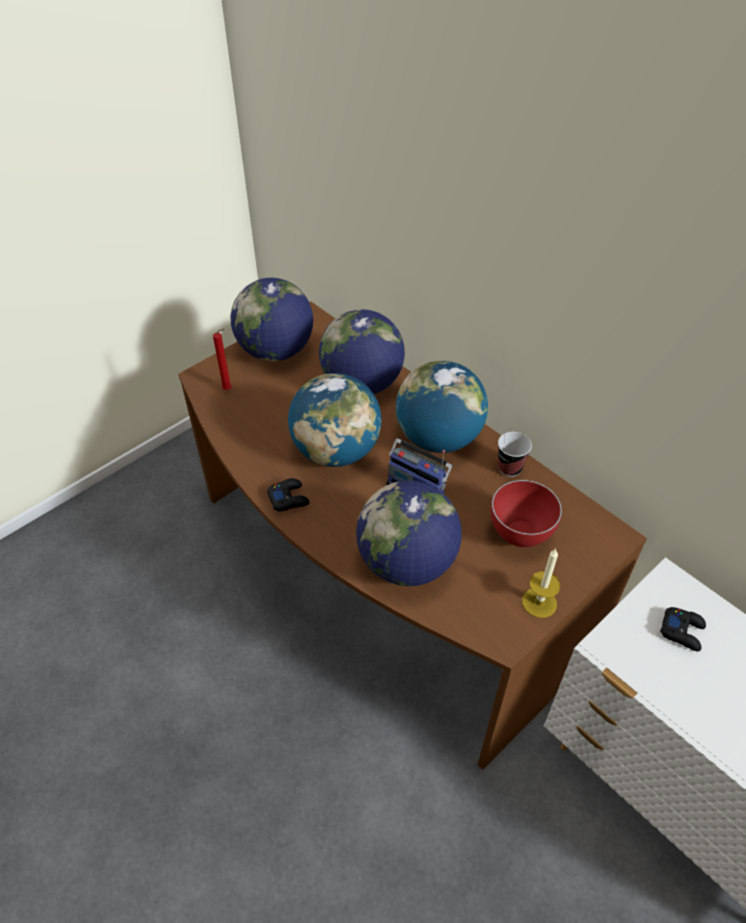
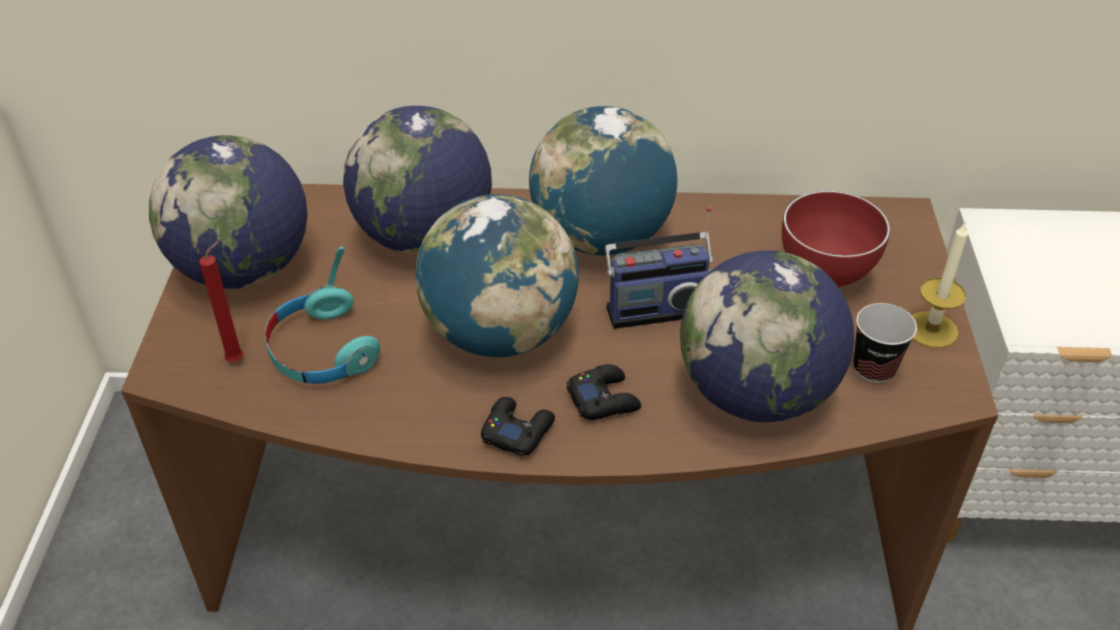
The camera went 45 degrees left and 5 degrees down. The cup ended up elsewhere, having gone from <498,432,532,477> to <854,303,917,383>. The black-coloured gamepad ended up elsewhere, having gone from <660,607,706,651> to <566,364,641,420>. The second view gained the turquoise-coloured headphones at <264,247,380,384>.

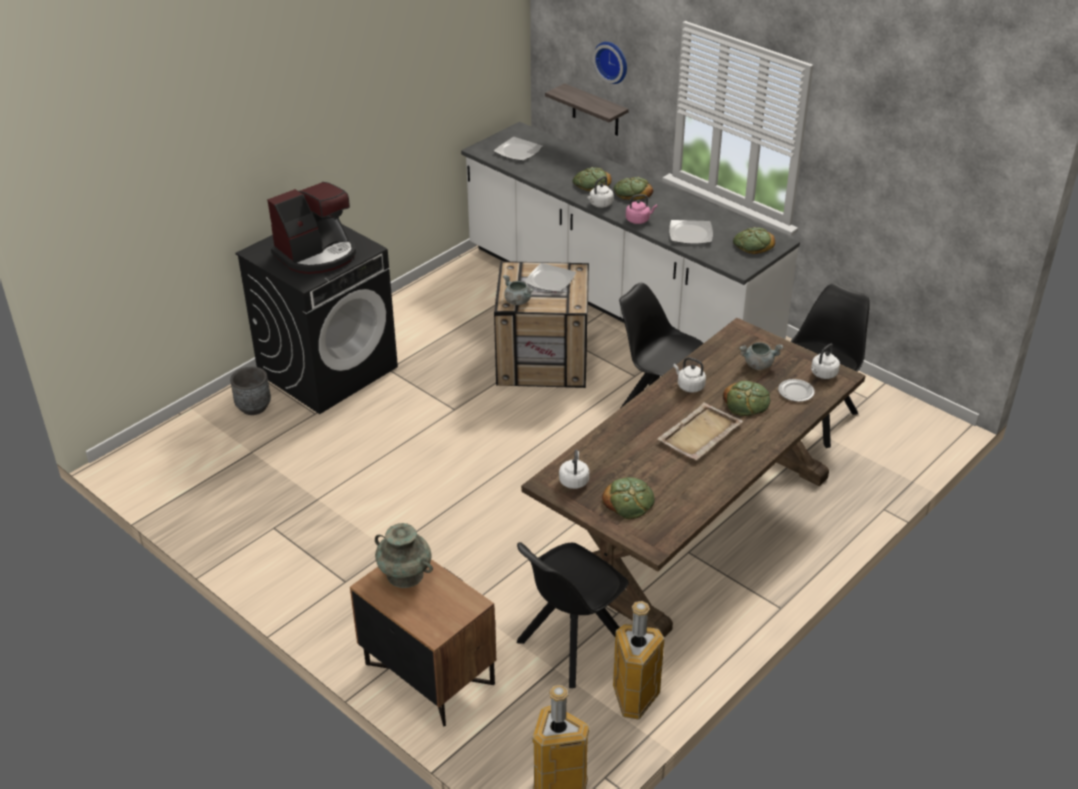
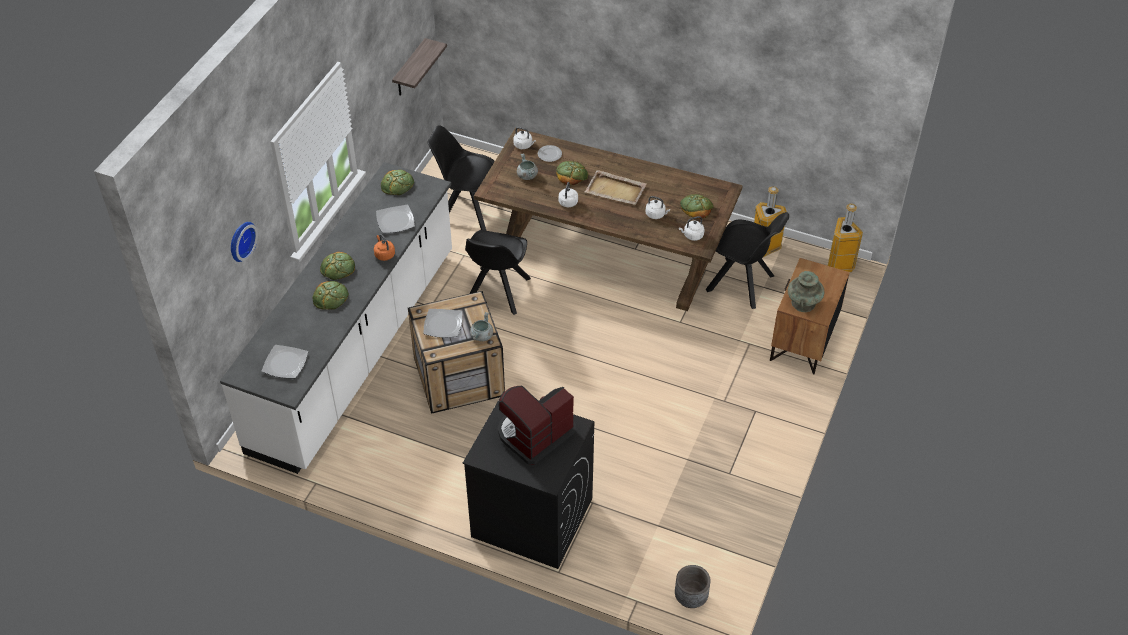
The camera went 110 degrees left and 10 degrees up. The greyish flower pot ended up elsewhere, having gone from <230,367,271,415> to <675,565,711,608>. The coffee maker at <267,182,356,274> ended up facing another way, 75 degrees counterclockwise from before. The wall shelf ended up elsewhere, having gone from <545,83,629,136> to <392,38,447,96>. The white-coloured kettle ended up elsewhere, having gone from <587,176,613,208> to <646,196,670,219>. What was the pink kettle at <626,194,657,224> turned into the orangey kettle at <374,234,395,261>.

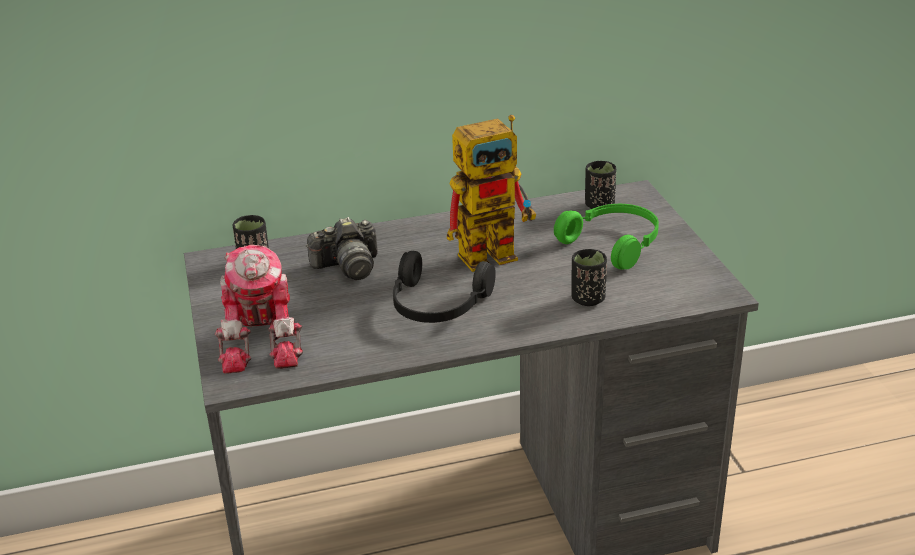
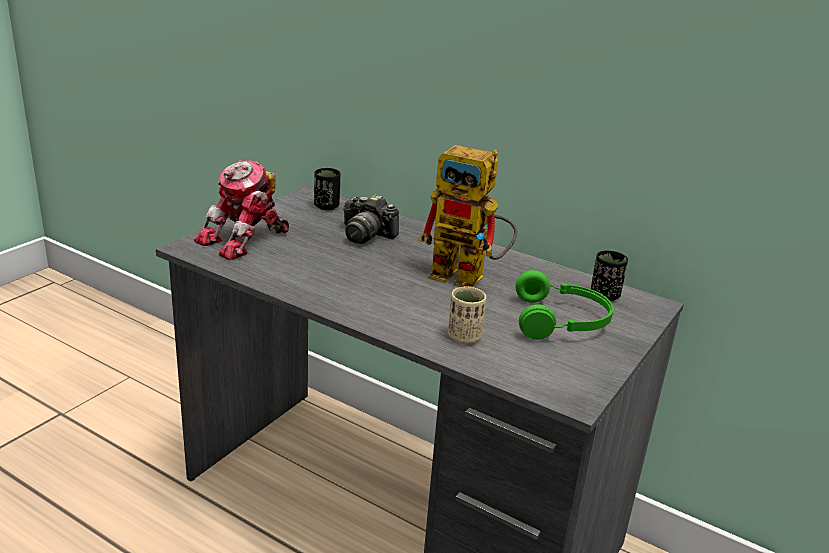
The camera went 45 degrees right and 5 degrees down. The second view lost the black-coloured headphones at <393,251,496,323>. What was the black-coloured cup at <571,249,607,306> turned into the beige-coloured cup at <448,286,486,344>.

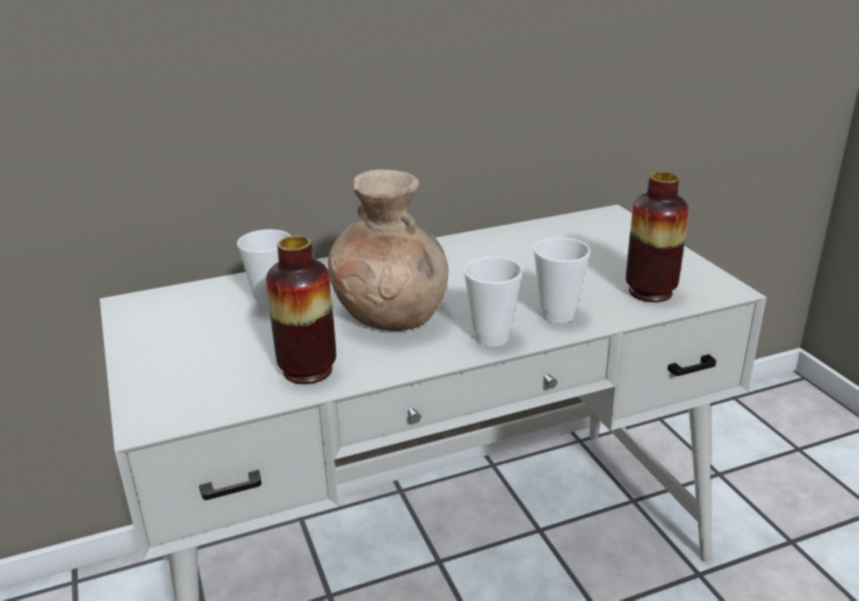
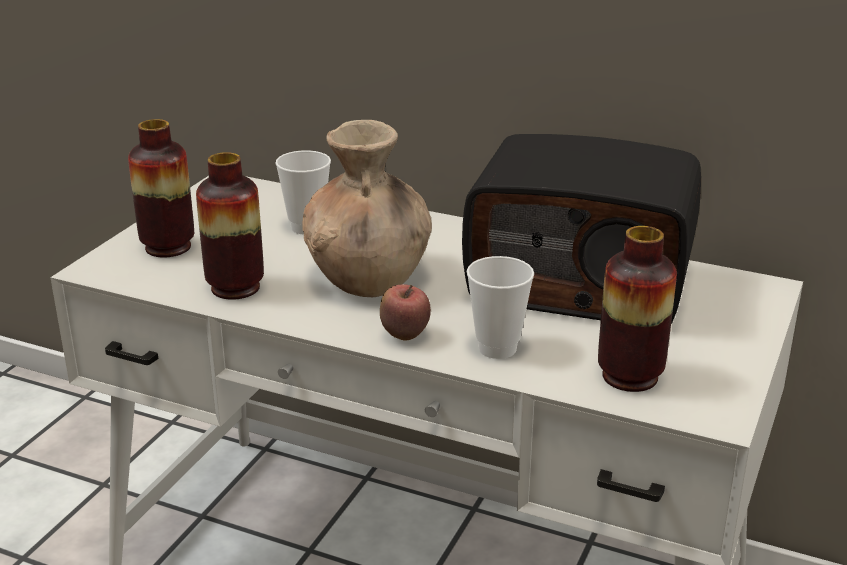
The camera went 45 degrees right and 0 degrees up. Where the cup stood at <463,257,523,346>, the apple fruit came to stand at <380,285,431,340>. The second view gained the flower vase at <128,119,194,257>. The second view gained the radio at <462,134,701,324>.

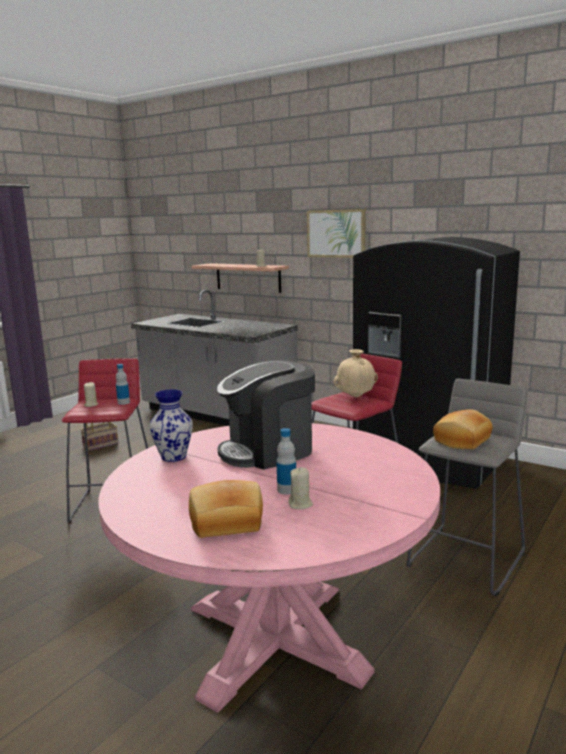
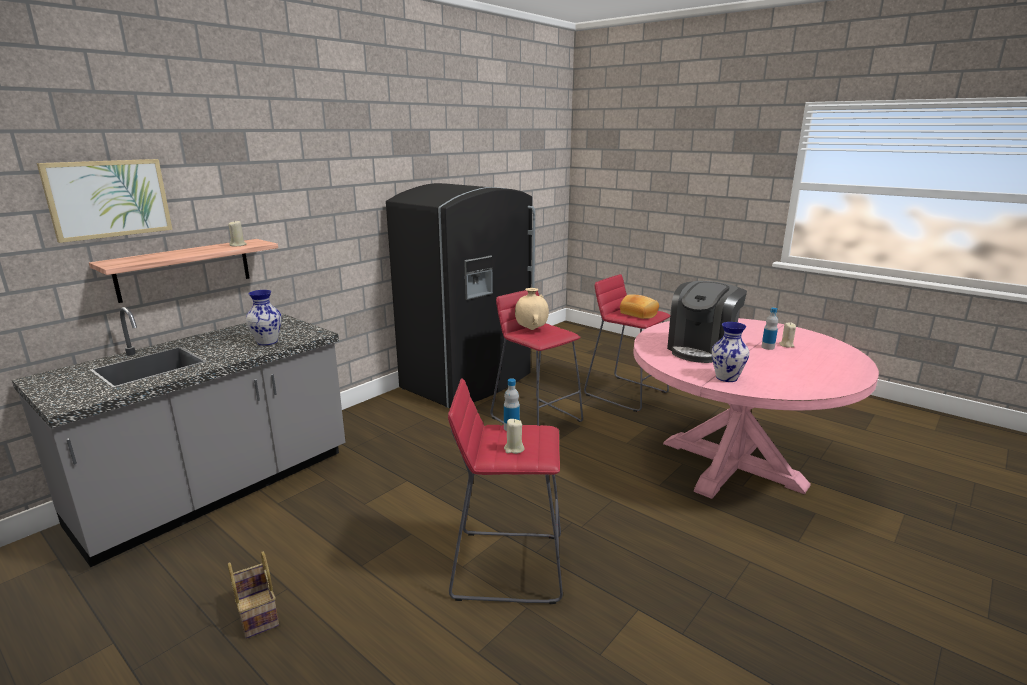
The camera went 85 degrees left and 5 degrees up. The second view lost the bakery bread at <189,480,263,538>. The coffee maker at <217,360,315,469> ended up facing another way, 60 degrees clockwise from before. The picture ended up elsewhere, having gone from <307,209,366,258> to <37,159,173,243>. What was the greyish stool at <407,379,528,596> turned into the red stool at <584,274,670,412>. The second view gained the flower vase at <246,290,282,345>.

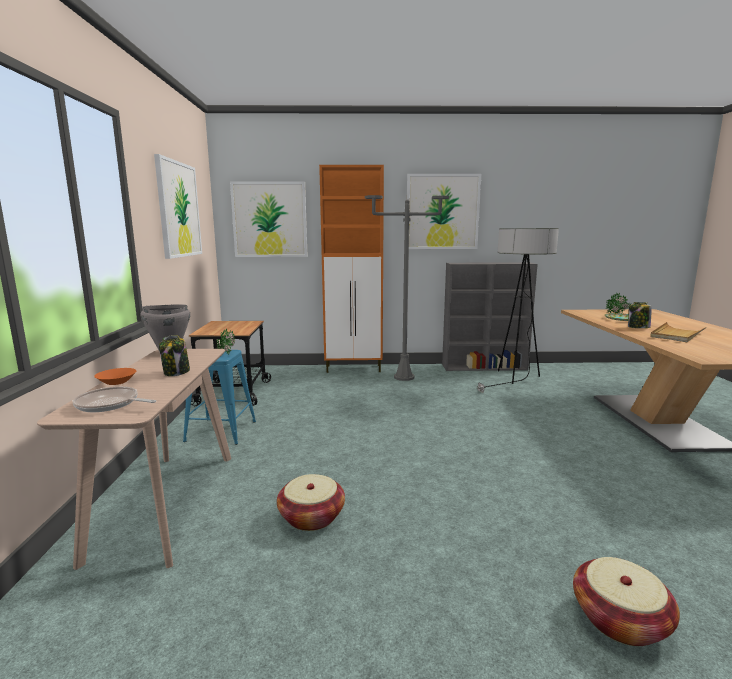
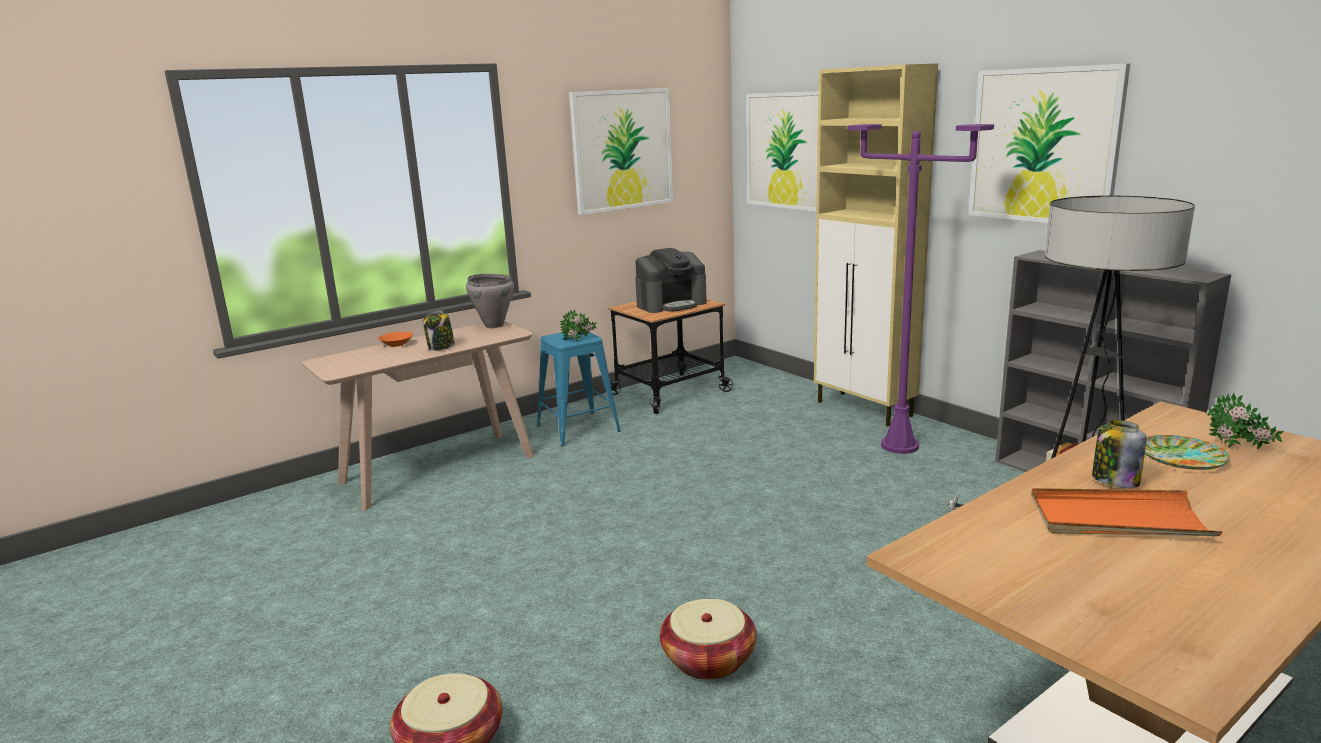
The camera went 55 degrees right and 5 degrees up. The second view lost the pan at <73,386,156,412>. The storage basket ended up elsewhere, having gone from <277,474,345,531> to <660,599,757,680>. What was the orangey cabinet at <319,165,384,373> turned into the beige-coloured cabinet at <814,64,938,426>. What was the greyish standing lamp at <365,195,449,381> turned into the purple standing lamp at <847,124,994,454>. What was the beige-coloured tray at <650,322,706,342> turned into the orangey tray at <1031,488,1223,536>. The second view gained the coffee maker at <635,248,707,313>.

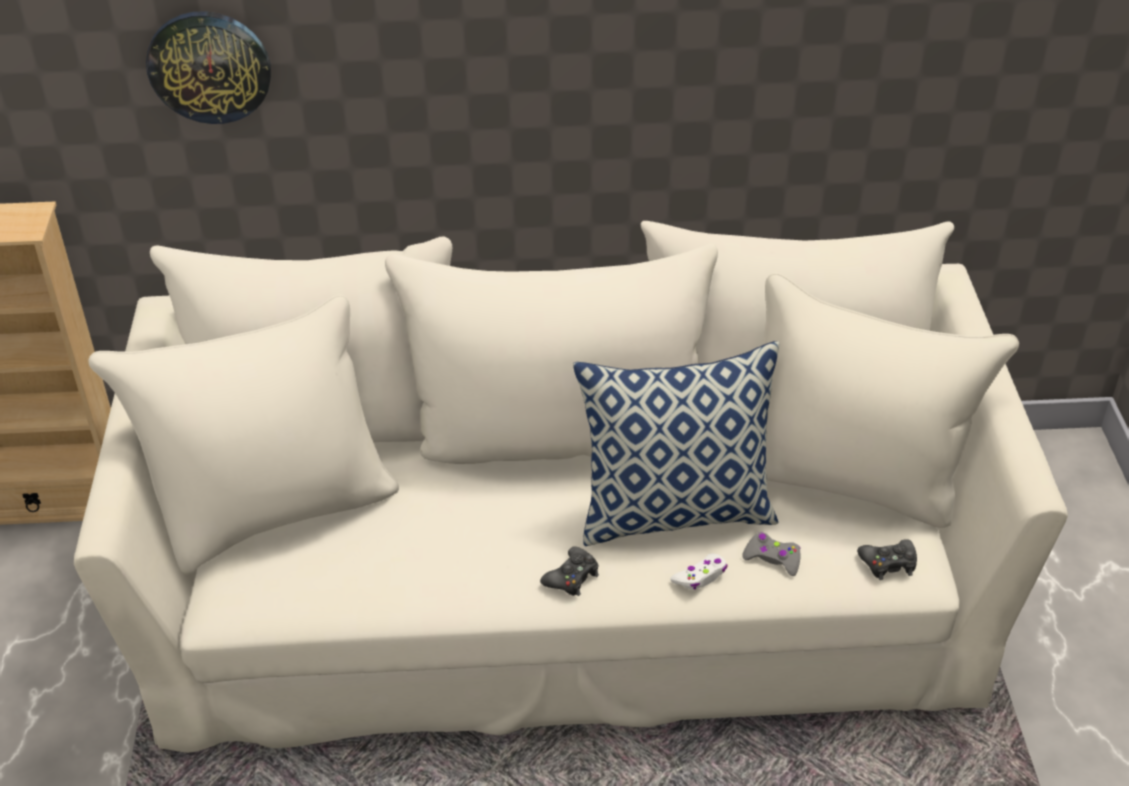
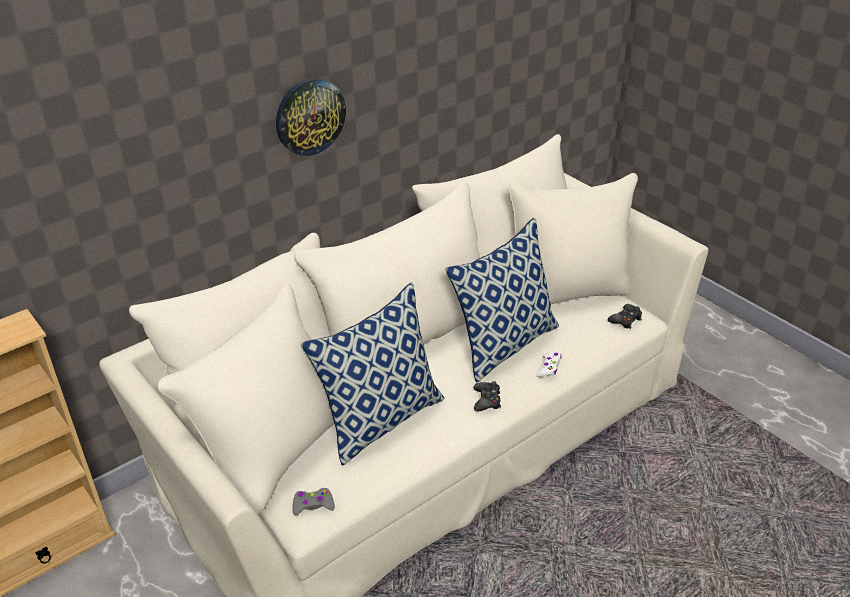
The camera went 35 degrees left and 5 degrees down. The wall clock ended up elsewhere, having gone from <146,11,271,124> to <276,78,346,156>. The greyish gamepad ended up elsewhere, having gone from <742,532,801,576> to <292,488,335,516>. The second view gained the cushion at <301,282,444,465>.

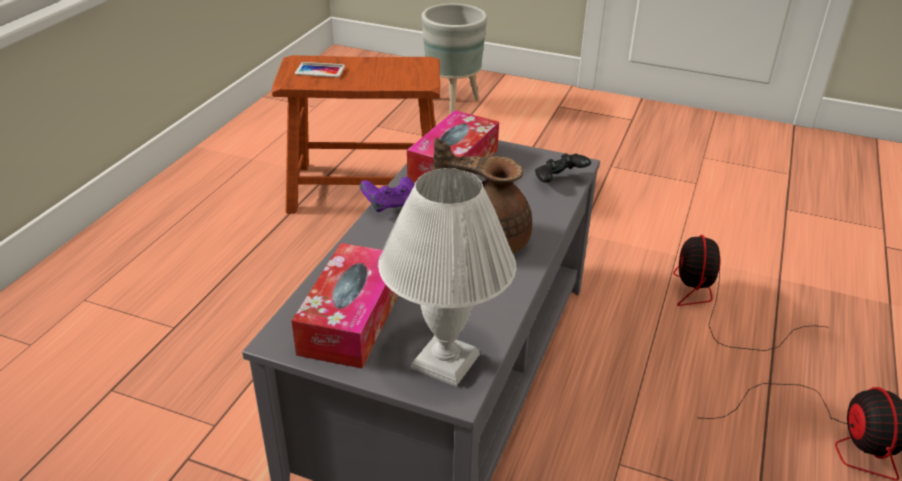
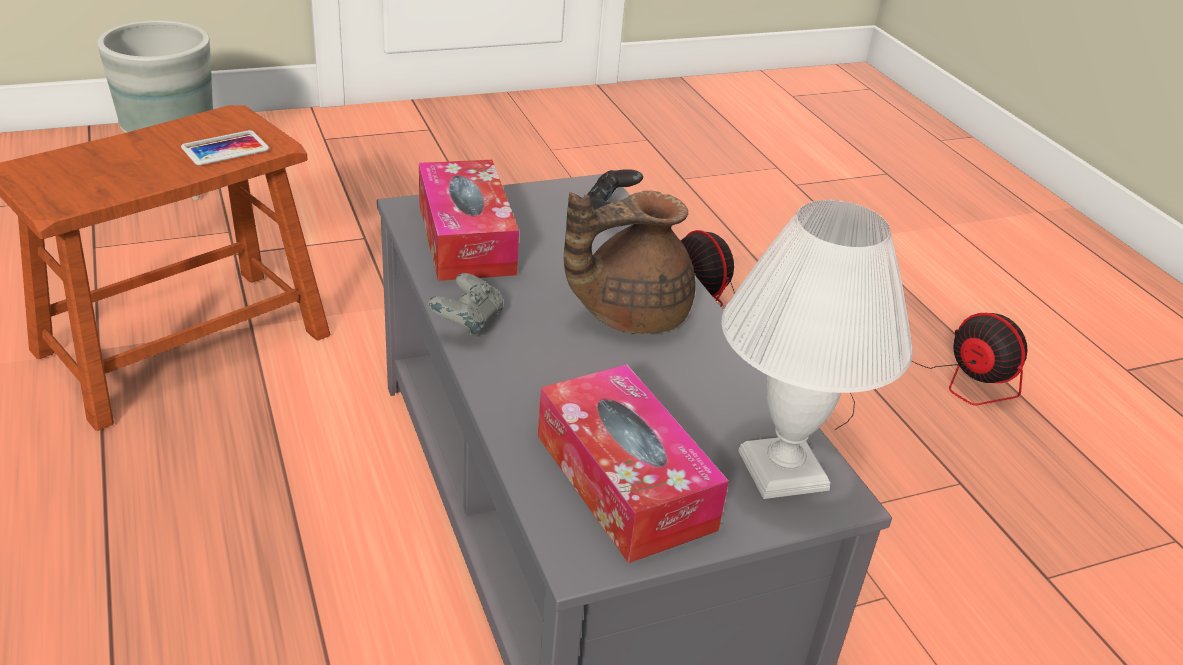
The camera went 45 degrees left and 0 degrees up. The handset ended up elsewhere, having gone from <295,62,345,77> to <181,130,269,165>. What was the purple gamepad at <360,177,414,212> turned into the greyish gamepad at <428,273,503,336>.

